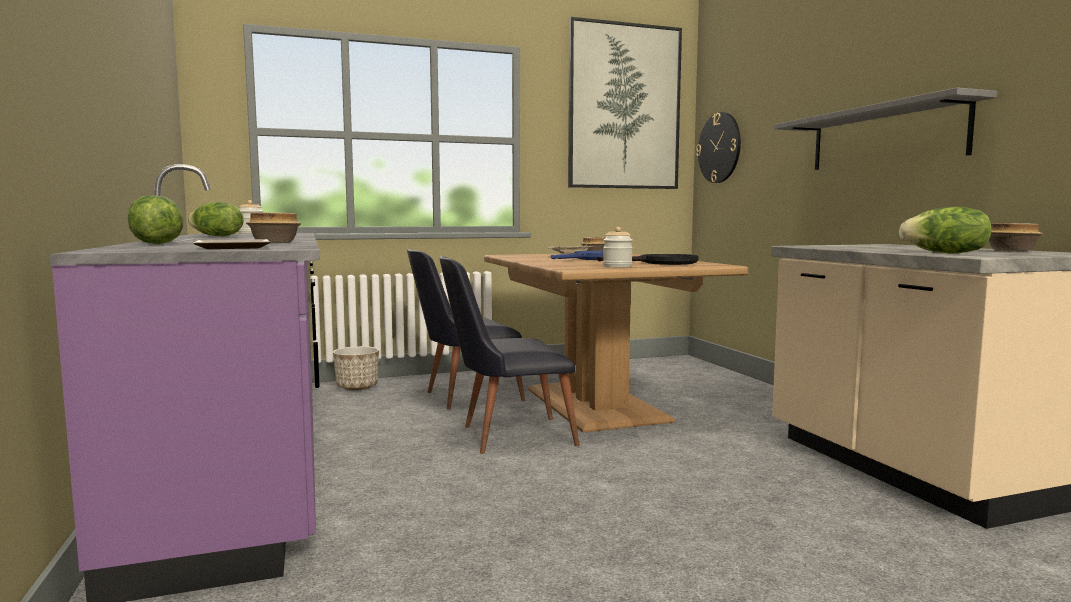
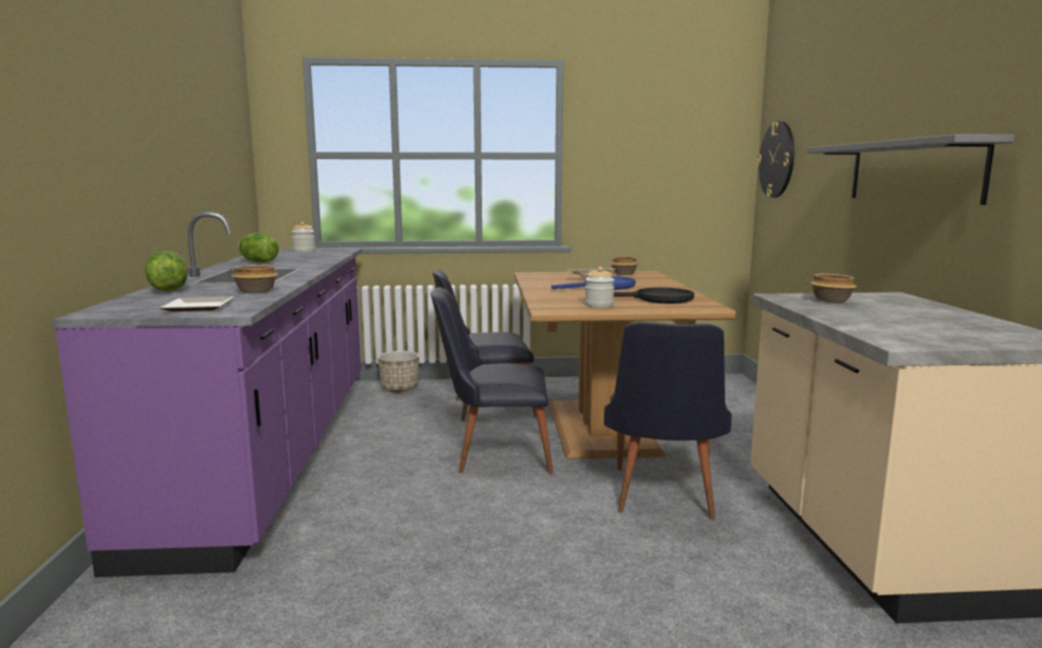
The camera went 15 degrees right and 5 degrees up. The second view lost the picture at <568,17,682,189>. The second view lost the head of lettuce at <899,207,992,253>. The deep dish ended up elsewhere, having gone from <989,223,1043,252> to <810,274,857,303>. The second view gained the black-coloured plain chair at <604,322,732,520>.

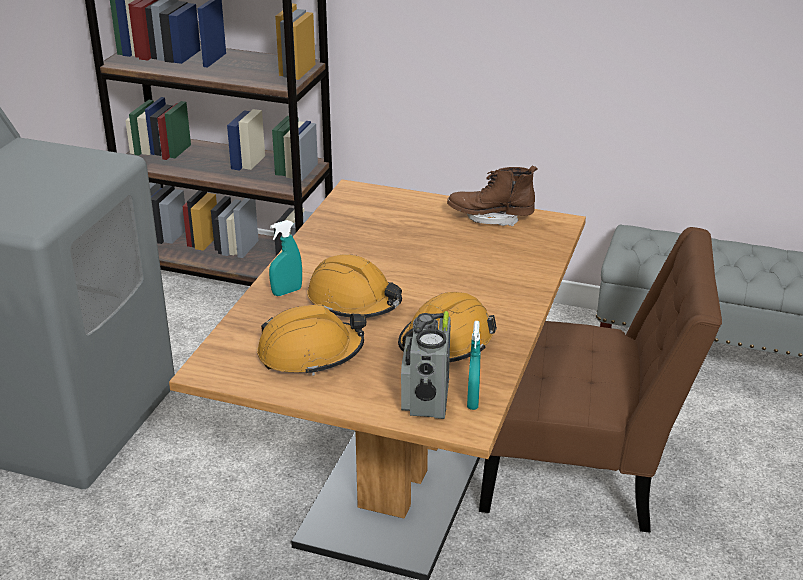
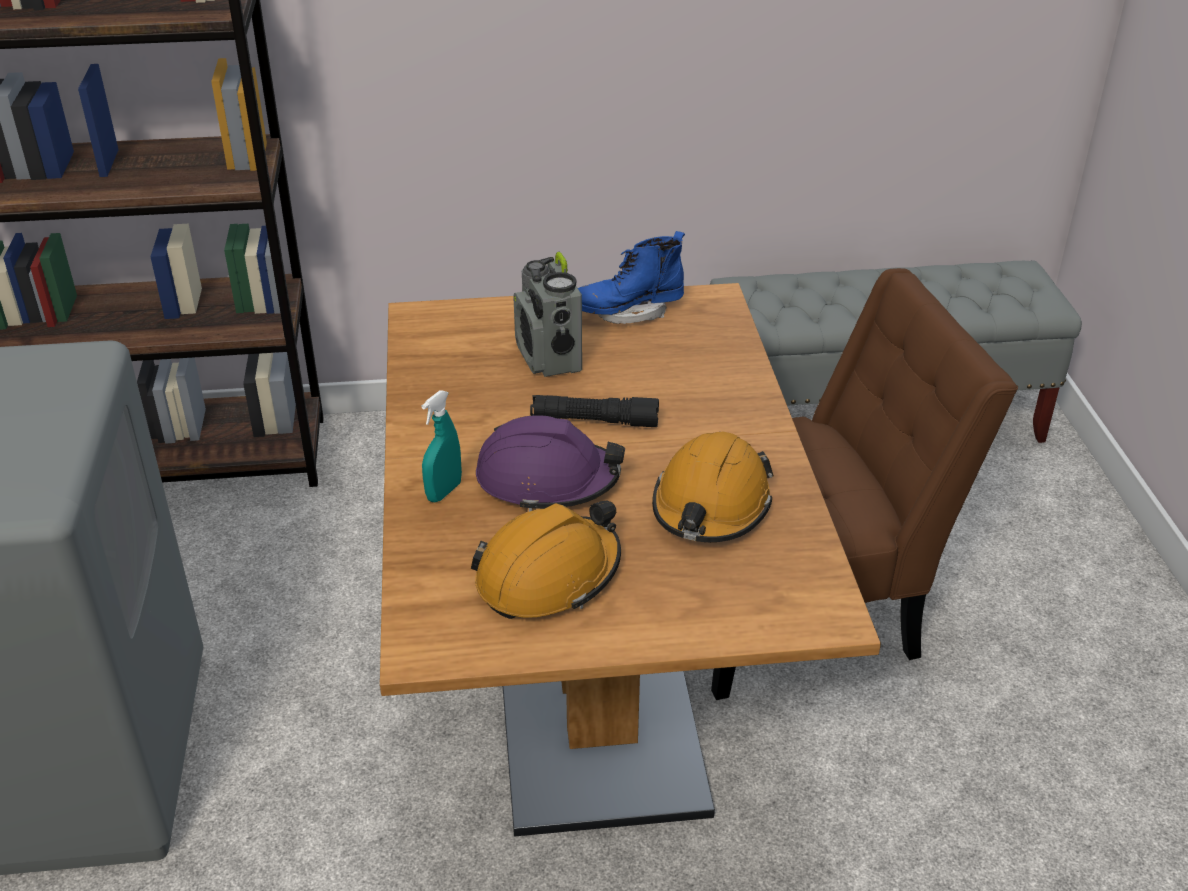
The camera went 25 degrees left and 5 degrees up. What was the orangey work helmet at <307,254,402,318> turned into the purple work helmet at <476,415,625,512>. The radio ended up elsewhere, having gone from <401,311,451,419> to <513,252,582,377>. What was the brown-coloured tall boot at <447,165,537,226> turned into the blue-coloured tall boot at <578,231,685,324>. The second view lost the turquoise-coloured sprayer at <467,321,480,410>. The second view gained the black-coloured hand torch at <530,395,659,427>.

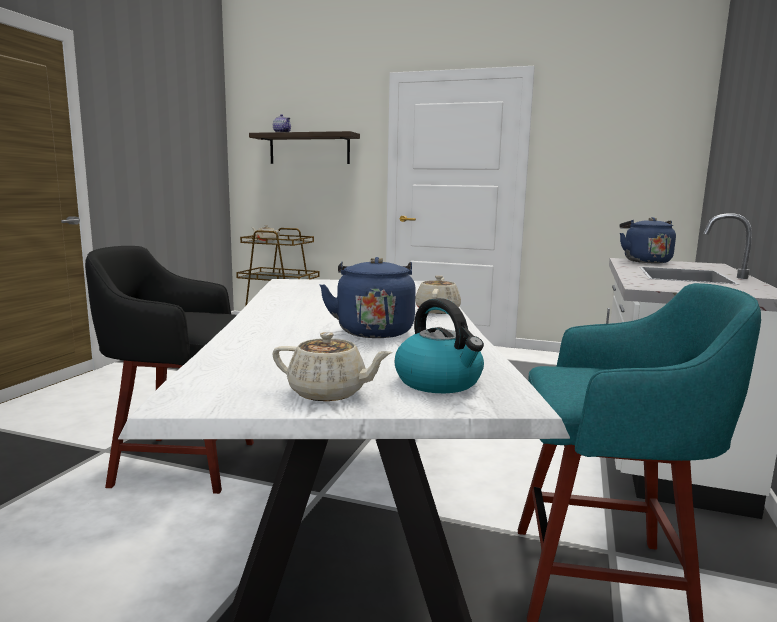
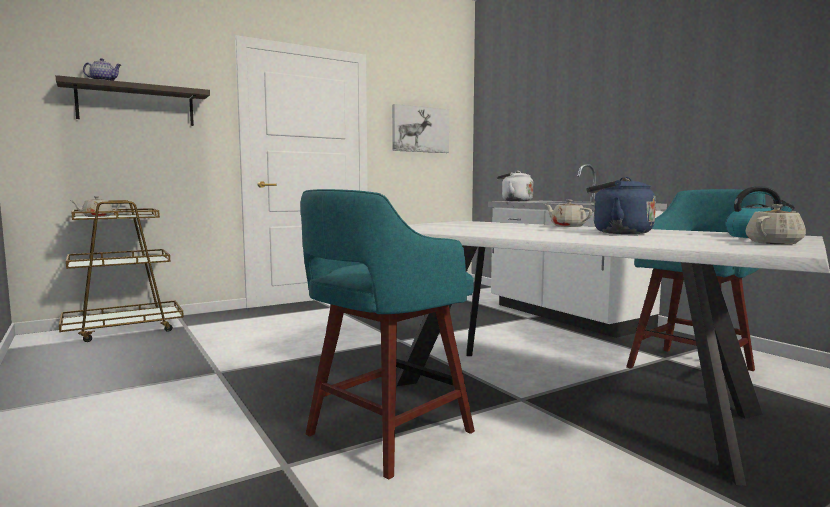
The camera went 50 degrees left and 5 degrees down. What was the black-coloured stool at <85,246,254,494> turned into the turquoise-coloured stool at <301,189,475,480>. What was the blue-coloured kettle at <620,217,676,263> turned into the white-coloured kettle at <497,171,533,201>. The second view gained the picture at <392,104,449,153>.

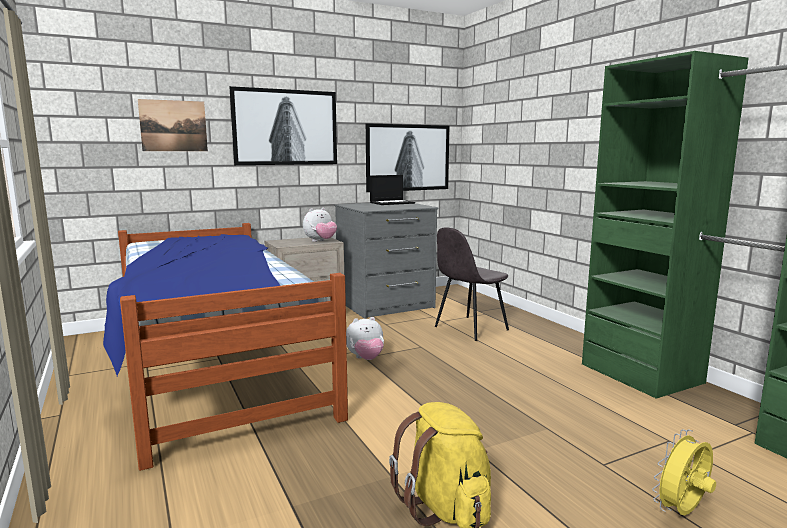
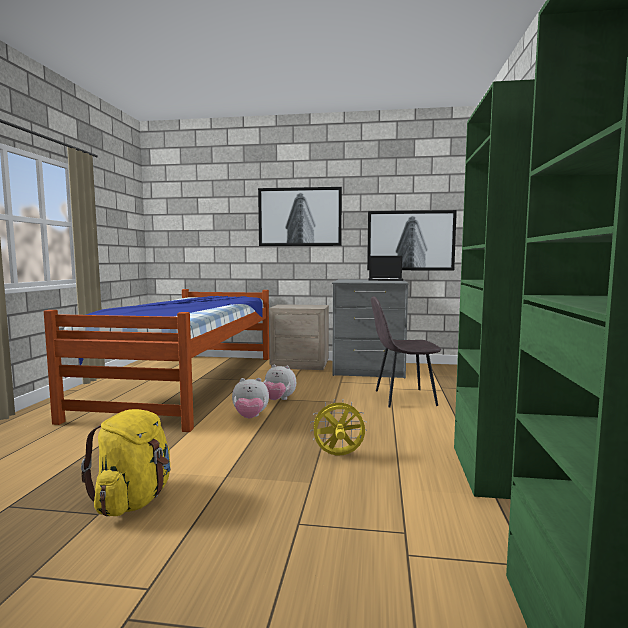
The camera went 35 degrees right and 5 degrees down. The second view lost the picture at <138,99,208,151>. The soft toy ended up elsewhere, having gone from <303,208,337,242> to <232,378,269,419>. The yellow-coloured fan ended up elsewhere, having gone from <652,429,716,515> to <310,399,367,455>.

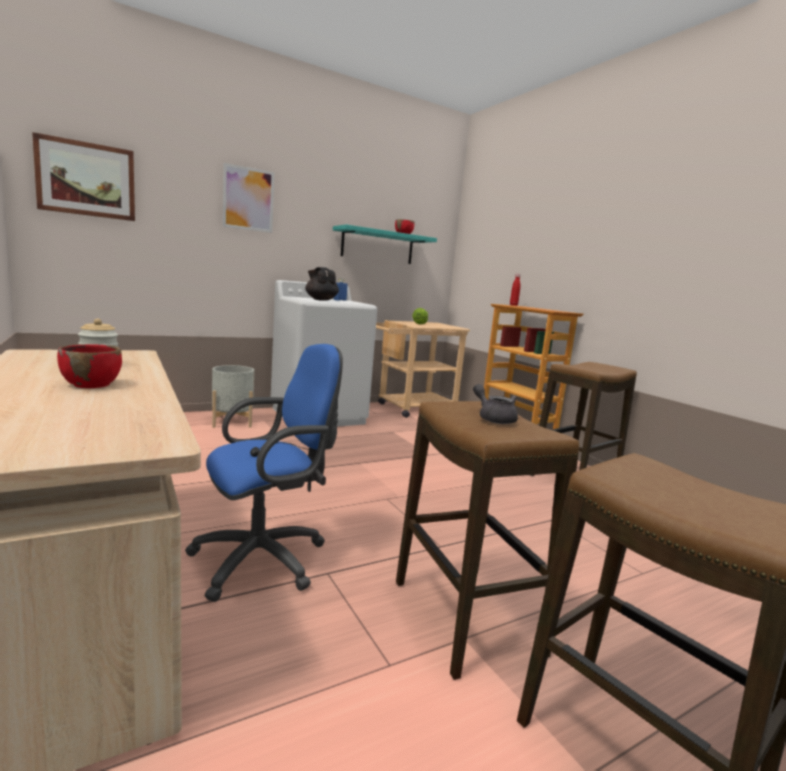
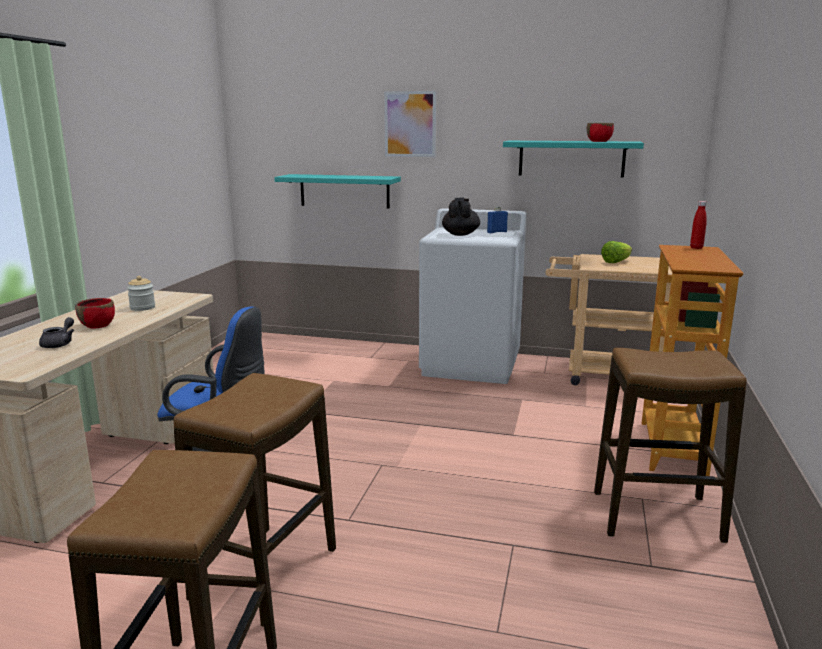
The camera went 45 degrees right and 5 degrees up. The second view lost the picture at <32,132,135,221>. The second view lost the greyish flower pot at <212,365,254,428>. The greyish tea pot ended up elsewhere, having gone from <473,384,518,424> to <39,317,74,348>. The second view gained the turquoise-coloured wall shelf at <274,174,401,209>.

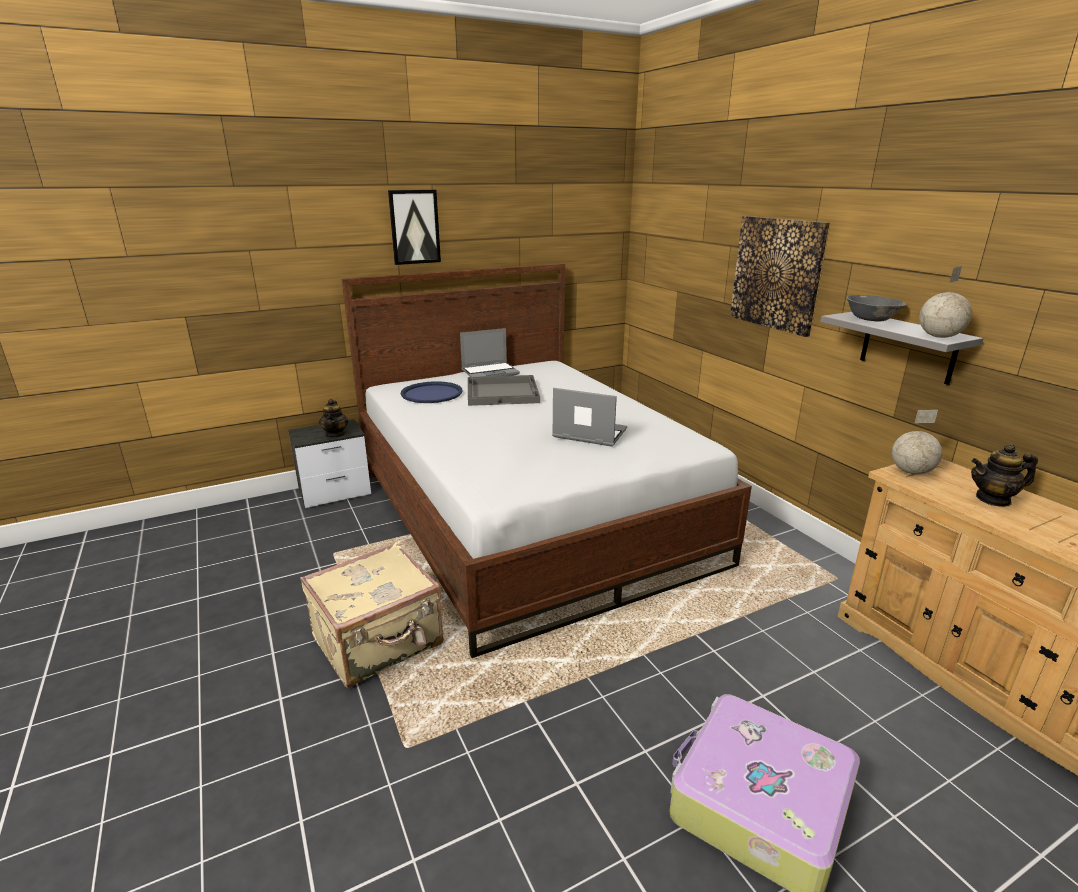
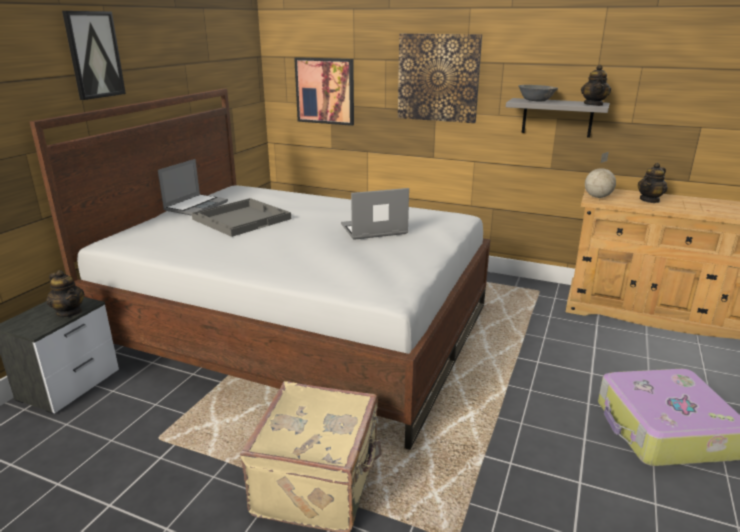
The camera went 40 degrees left and 0 degrees up. The second view lost the blue-coloured tray at <401,381,462,403>. Where the desk globe stood at <919,266,972,338>, the tea pot came to stand at <581,65,611,106>. The second view gained the picture at <294,57,354,126>.

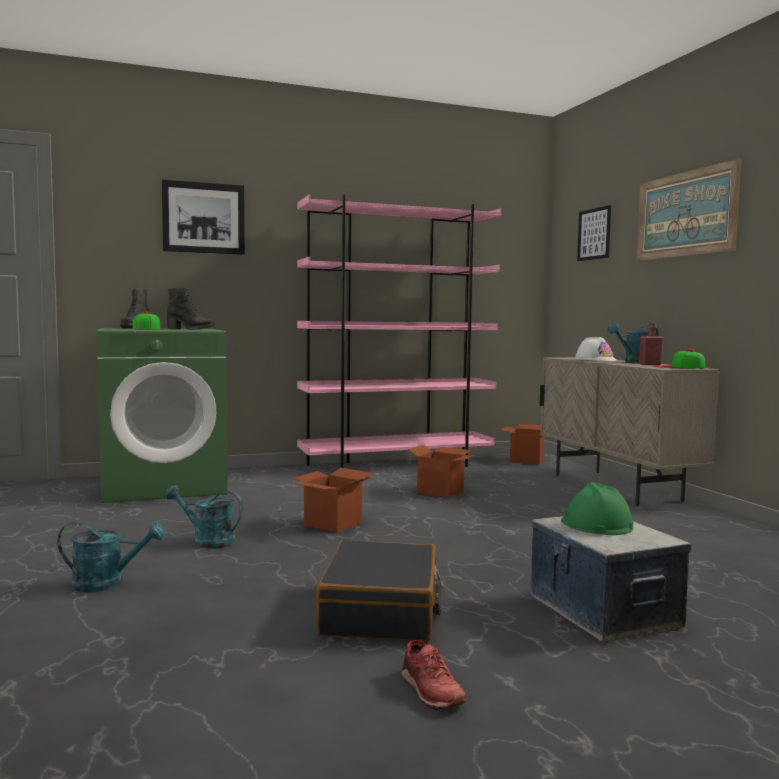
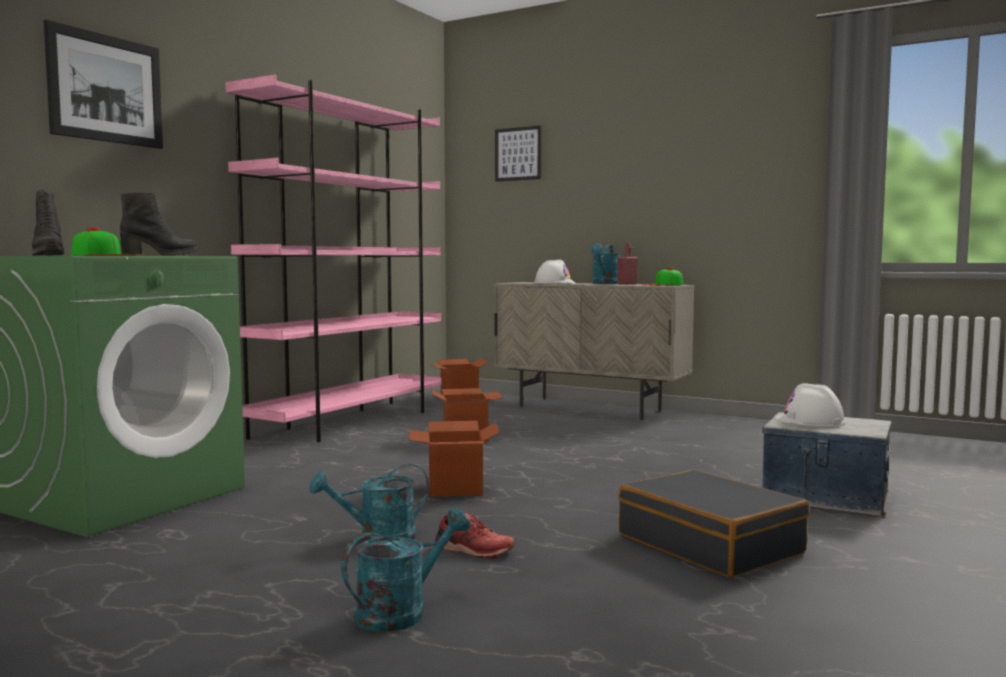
The camera went 40 degrees left and 0 degrees up. The red shoe ended up elsewhere, having gone from <402,640,466,710> to <435,513,515,558>. What was the green-coloured work helmet at <561,482,634,535> turned into the white-coloured work helmet at <775,383,846,427>. The second view lost the picture at <637,159,741,261>.

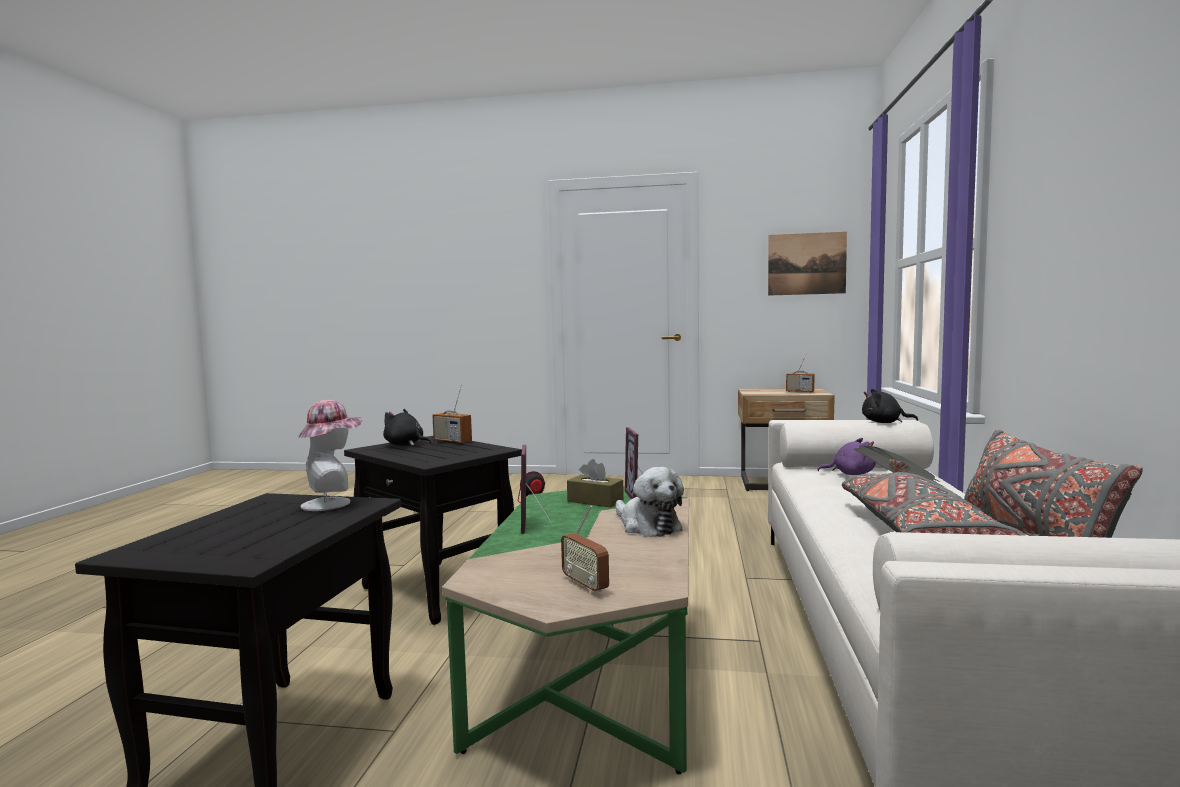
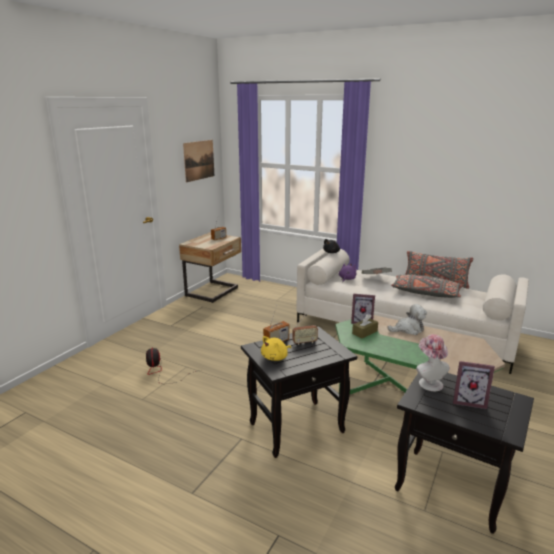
The camera went 70 degrees left and 15 degrees up. What was the black-coloured soft toy at <383,409,432,446> turned into the yellow-coloured soft toy at <261,336,291,361>. The photo frame ended up elsewhere, having gone from <521,445,552,534> to <453,361,495,409>. The radio ended up elsewhere, having gone from <561,505,609,594> to <292,314,318,345>.

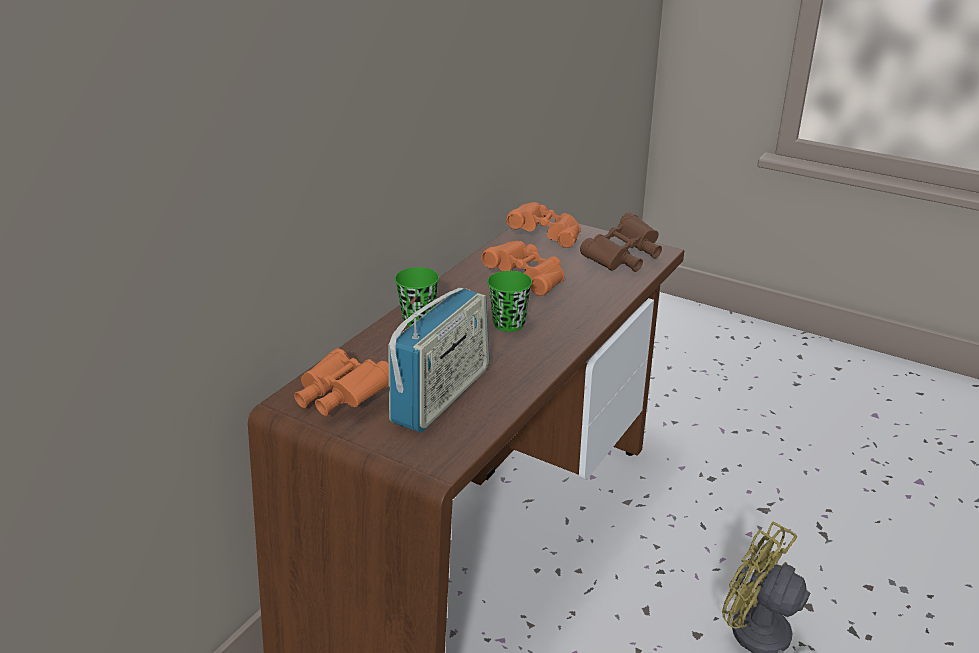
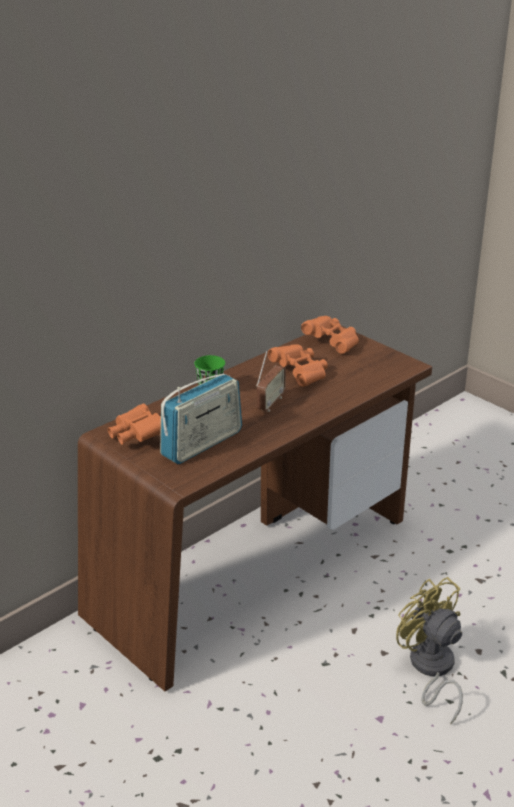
The camera went 15 degrees right and 0 degrees up. Where the green-coloured cup stood at <487,271,532,332>, the radio came to stand at <256,351,286,412>. The second view lost the brown-coloured pair of binoculars at <580,212,662,272>.

